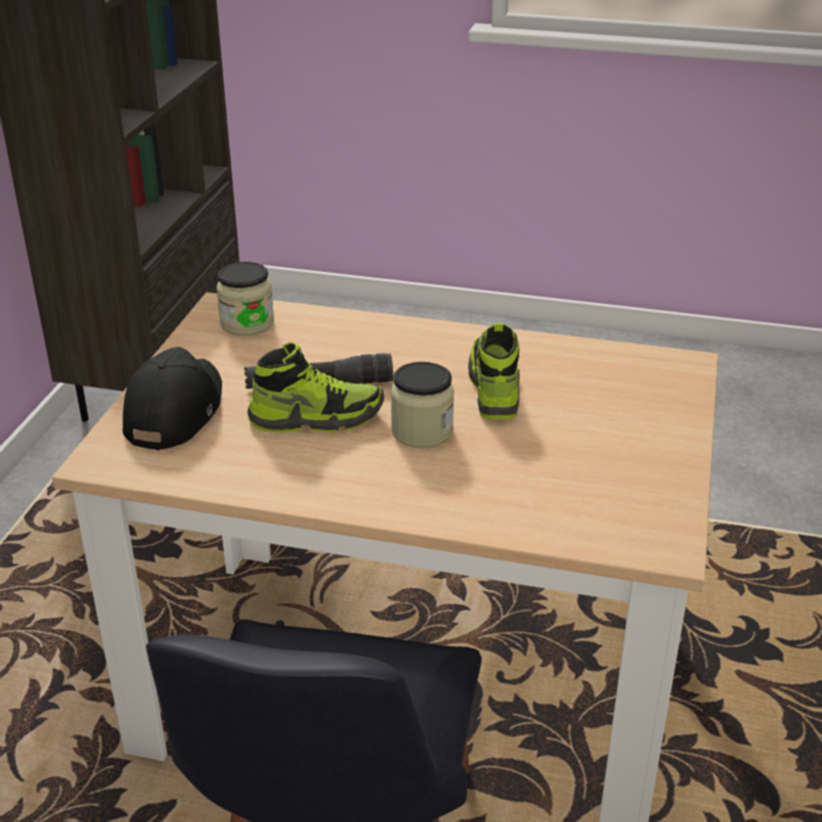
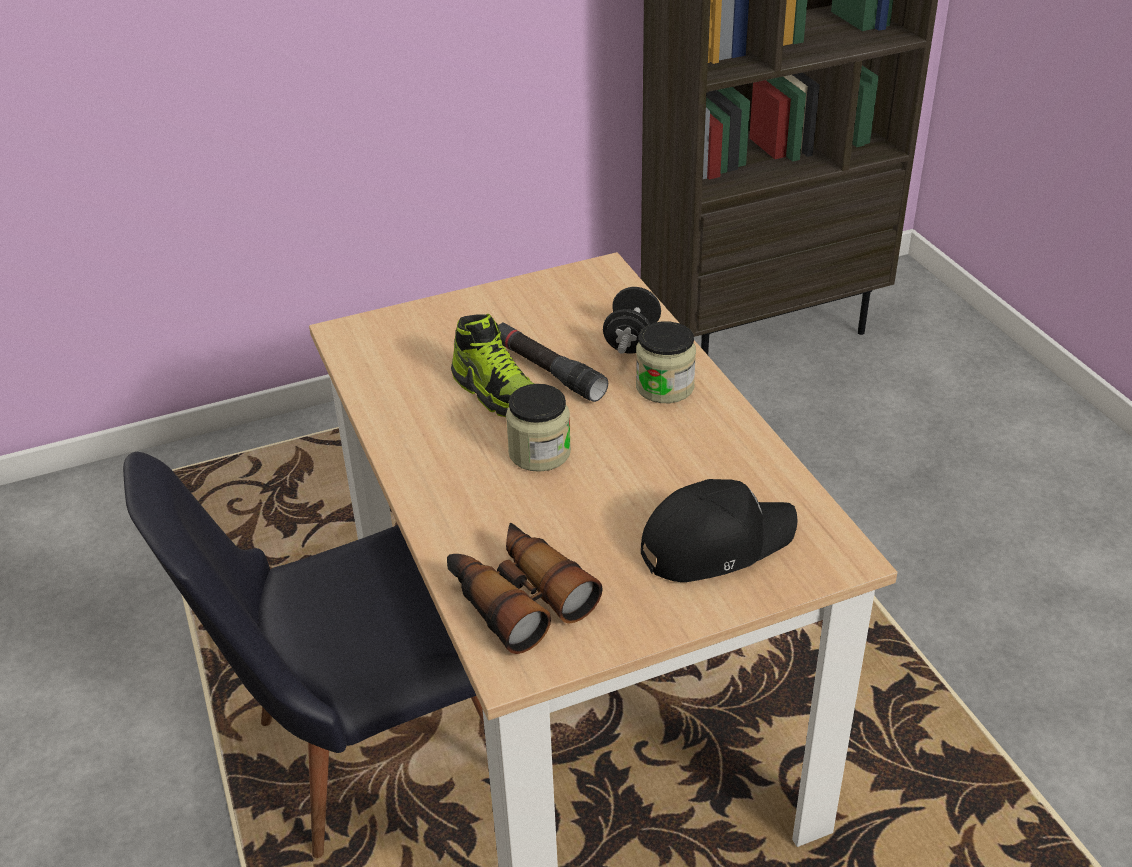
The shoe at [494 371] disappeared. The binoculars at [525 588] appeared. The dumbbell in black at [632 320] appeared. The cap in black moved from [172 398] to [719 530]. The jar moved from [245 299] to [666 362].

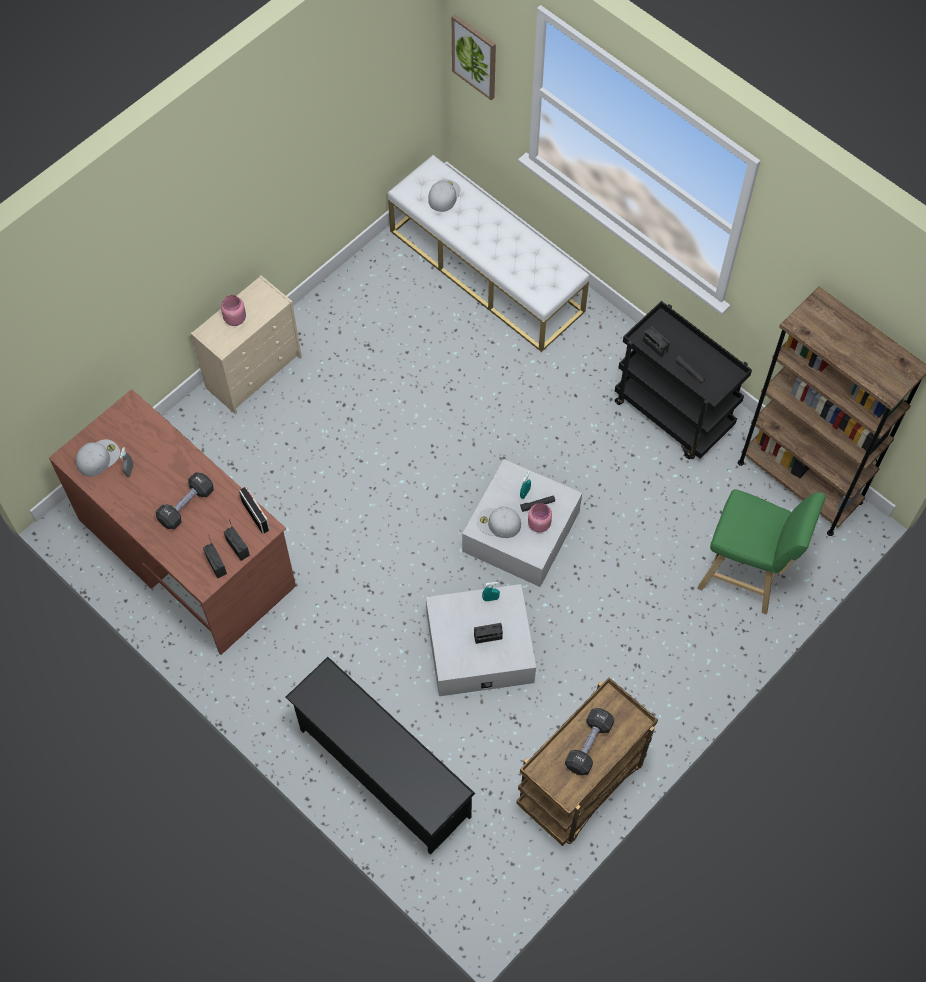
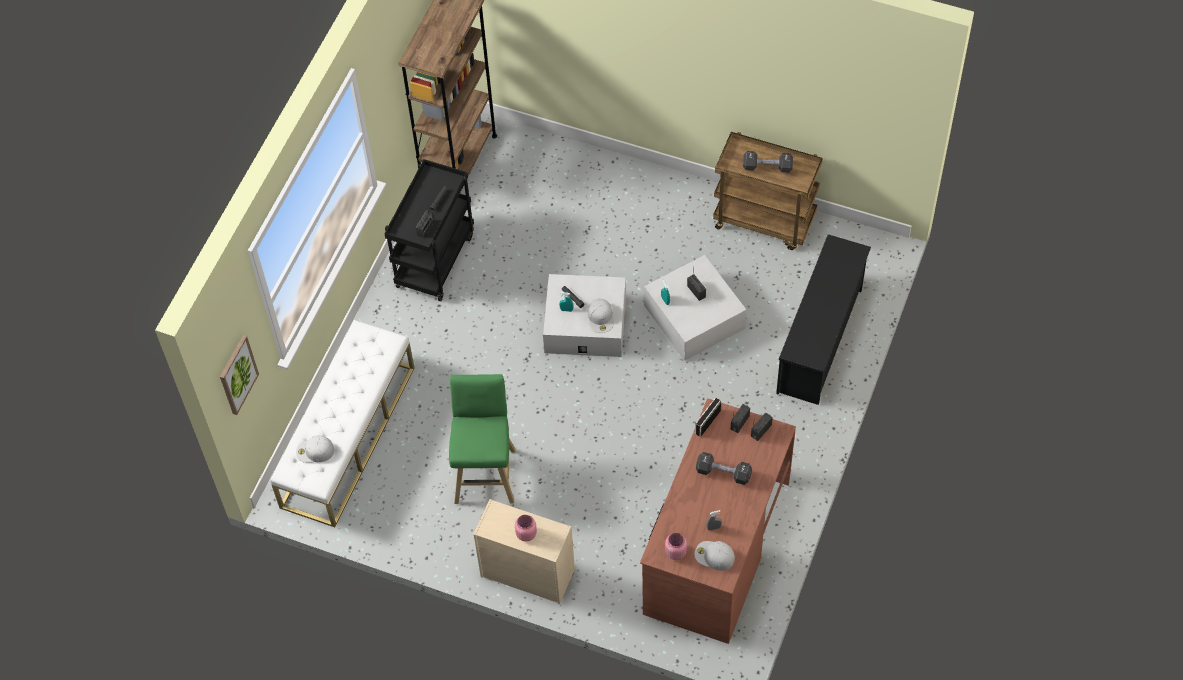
The jar in pink moved from [540 518] to [676 546]. The stool in green moved from [761 551] to [482 439].

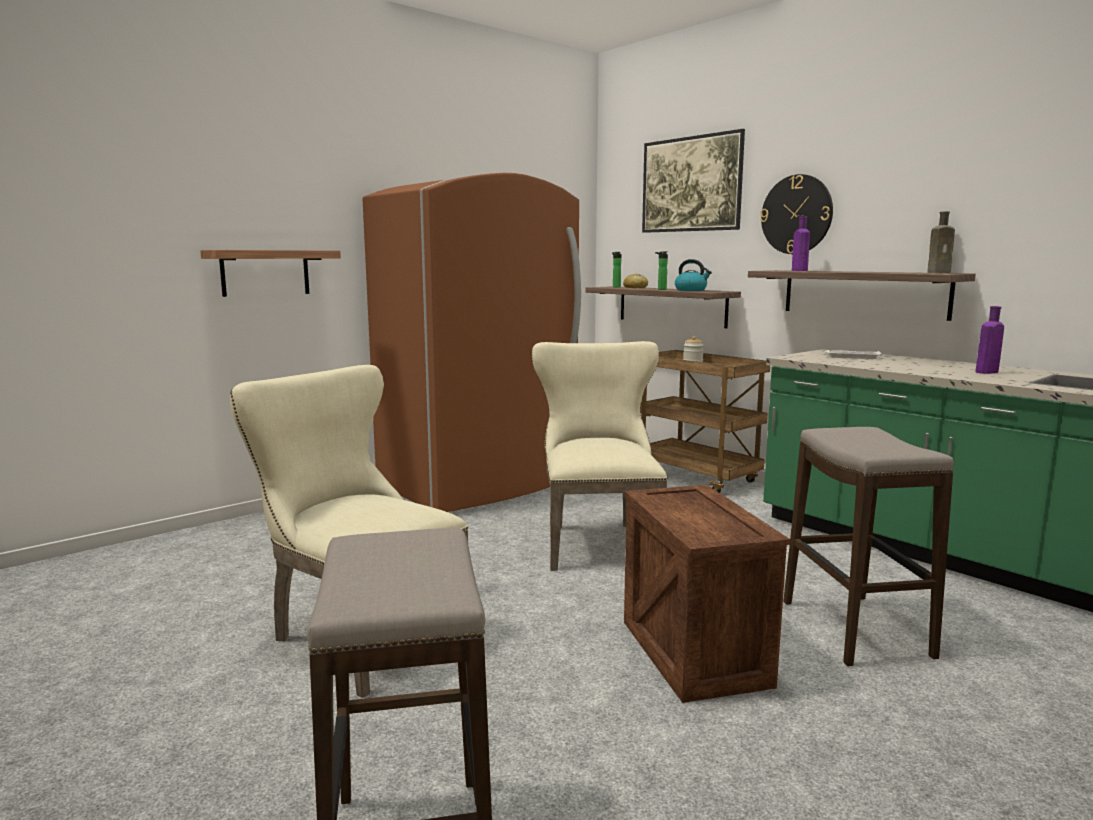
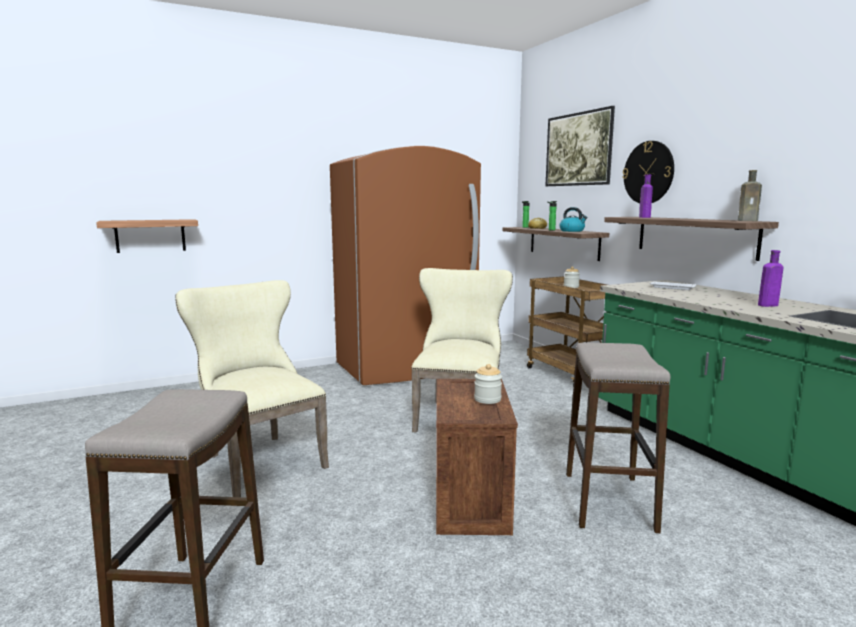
The jar at [488 384] appeared. The shelf moved from [270 273] to [147 236].

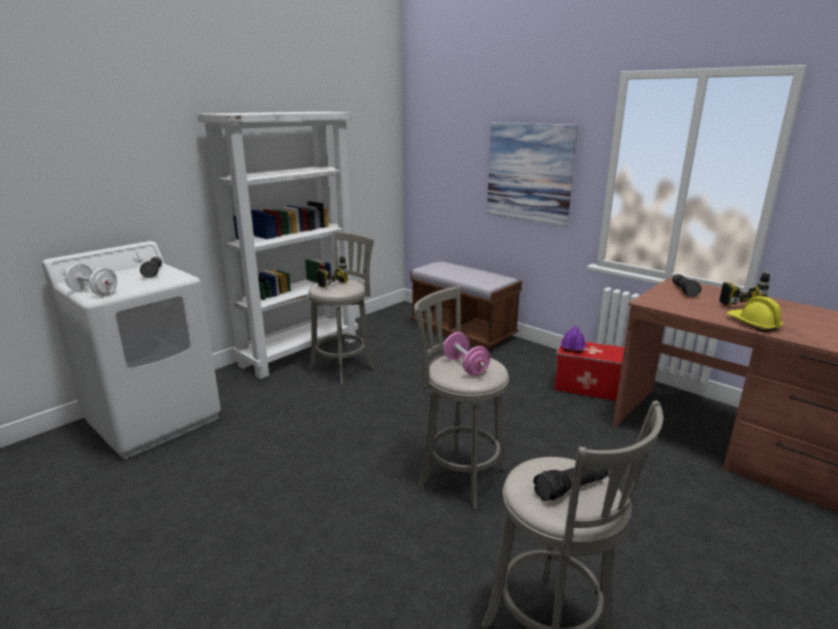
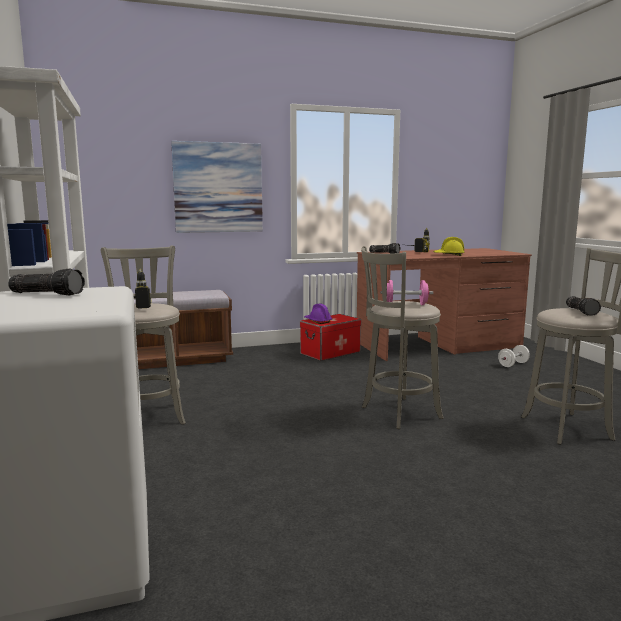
The dumbbell in white moved from [91 280] to [514 356].

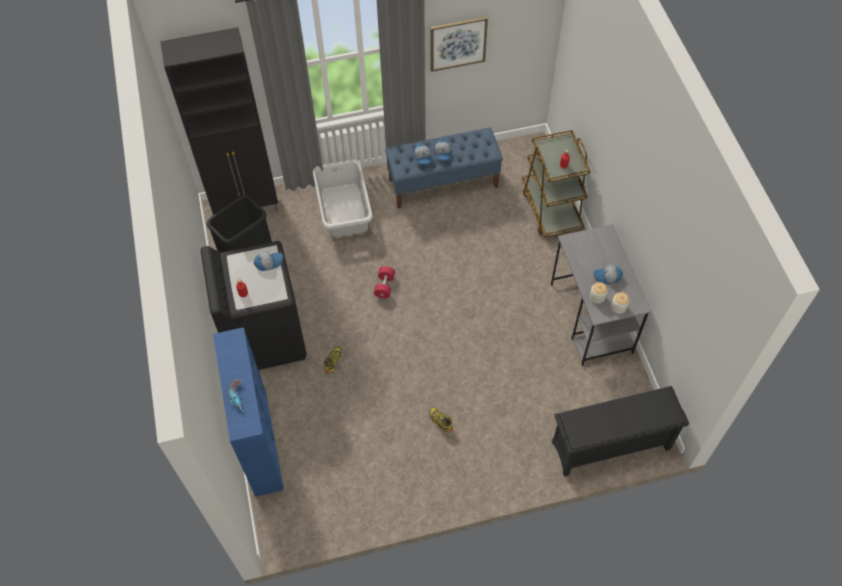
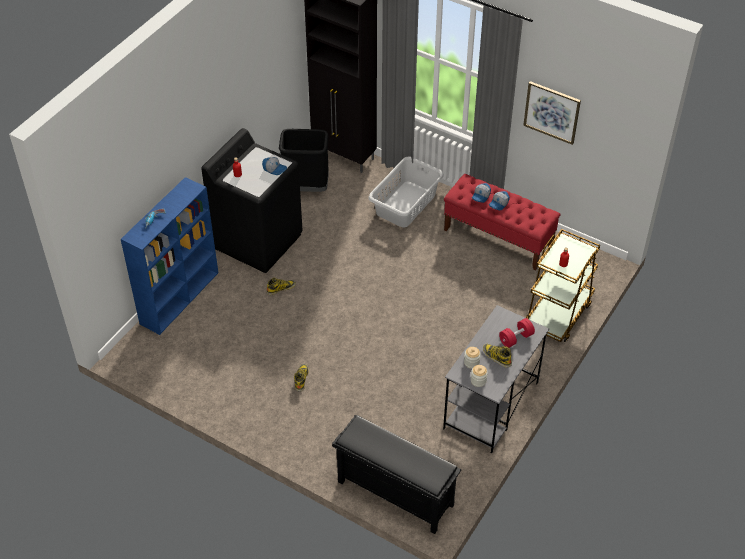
The dumbbell in red moved from [384 282] to [517 333]. The cap at [608 274] was replaced by the boot at [497 356]. The bench in blue at [444 168] became the bench in red at [502 222].

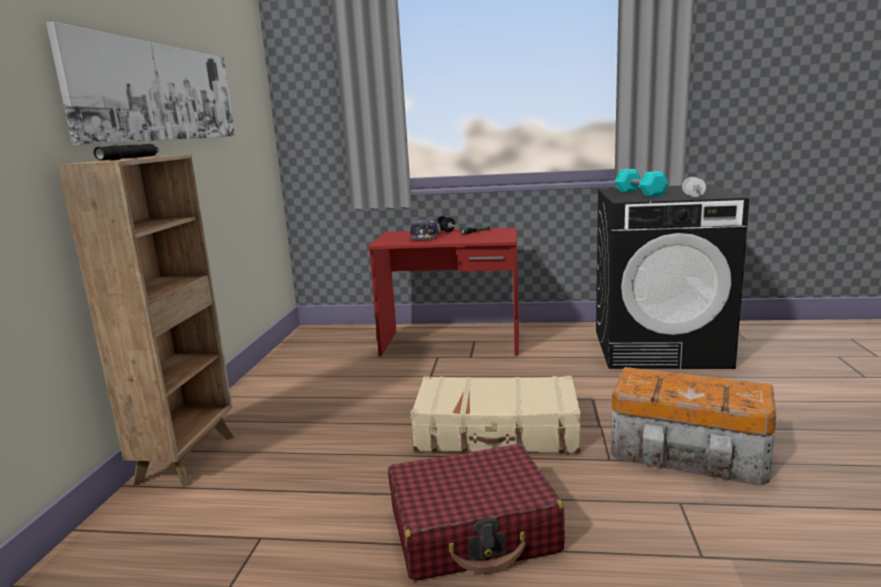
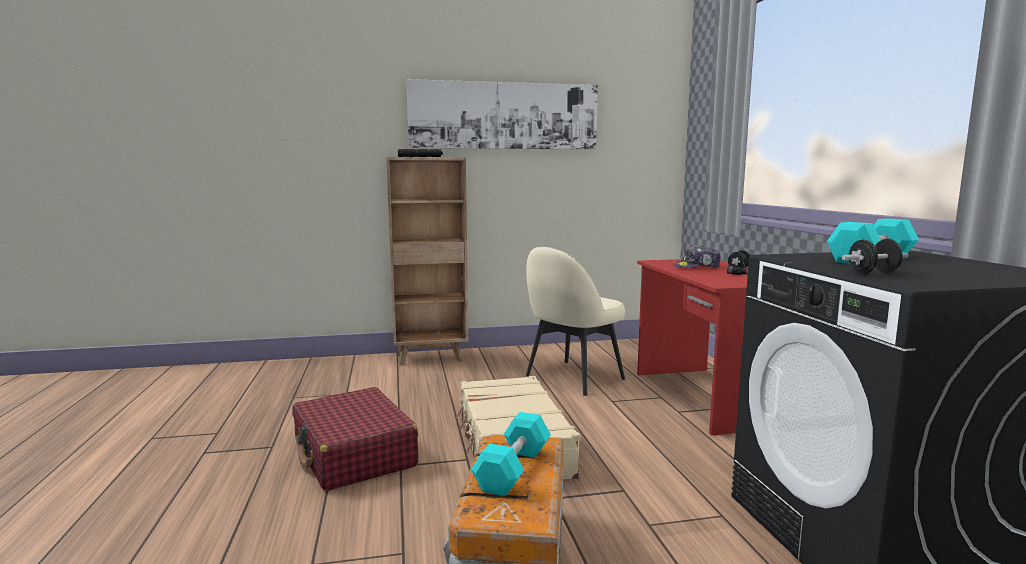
The dumbbell in turquoise at [511 454] appeared. The chair in beige at [575 321] appeared. The dumbbell in white at [694 187] became the dumbbell in black at [875 256].

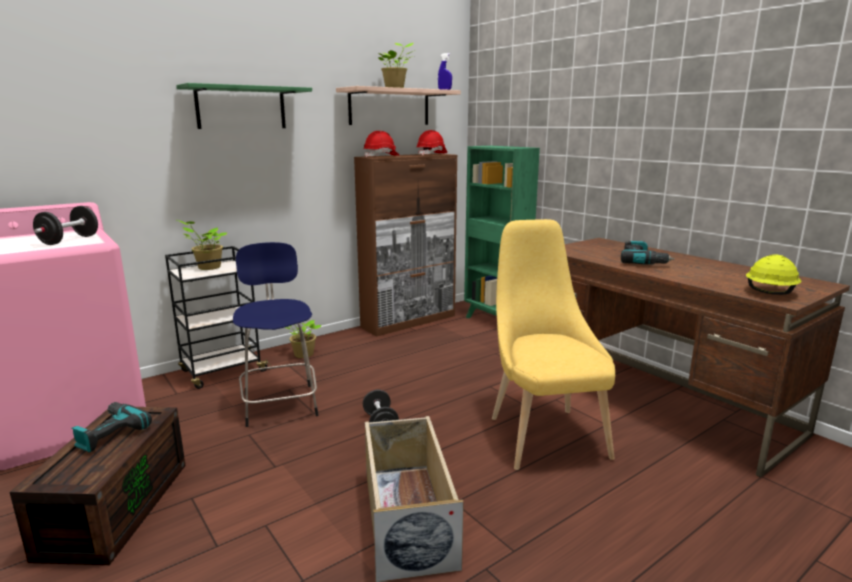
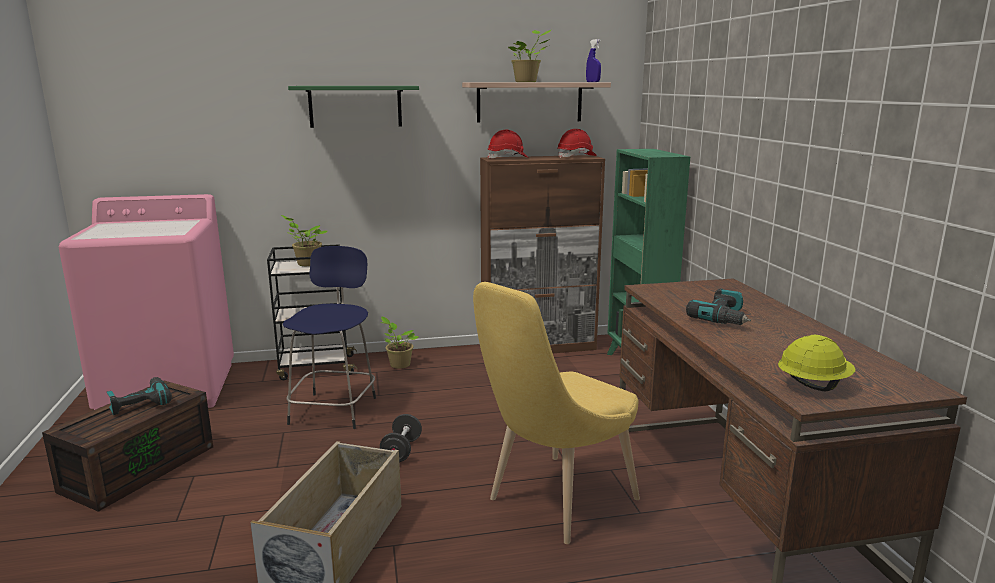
The dumbbell in black at [65 225] disappeared. The chair in yellow at [553 344] turned 150 degrees counterclockwise.

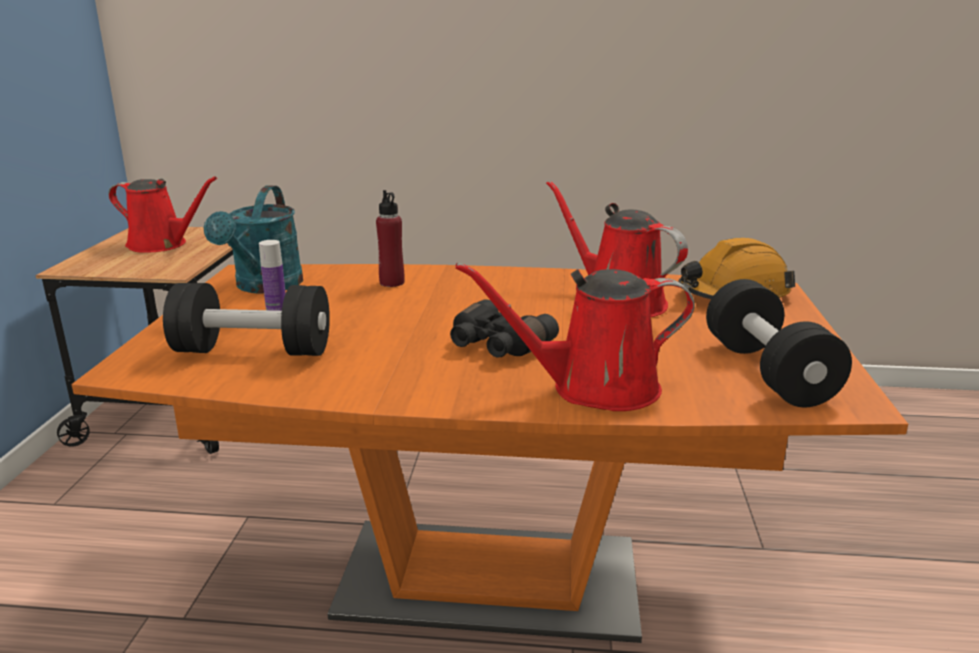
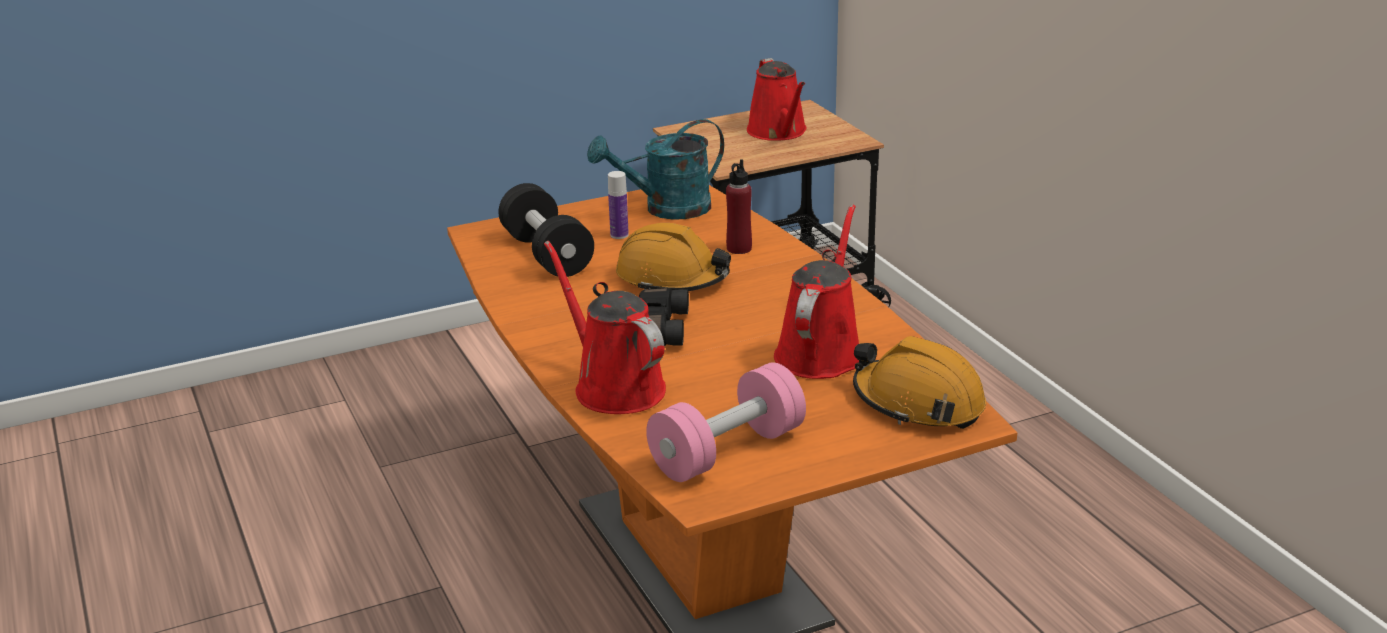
The hard hat in orange at [673 257] appeared. The dumbbell in black at [779 343] became the dumbbell in pink at [726 422].

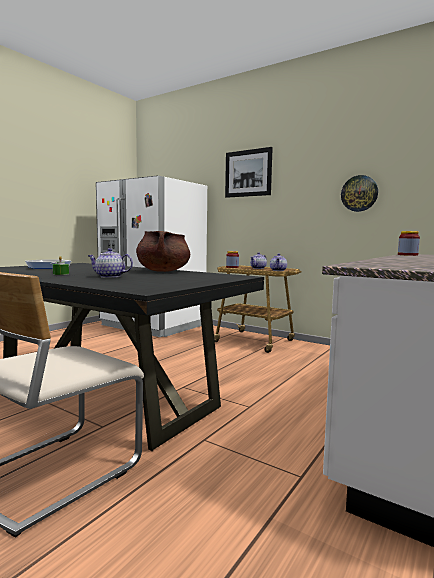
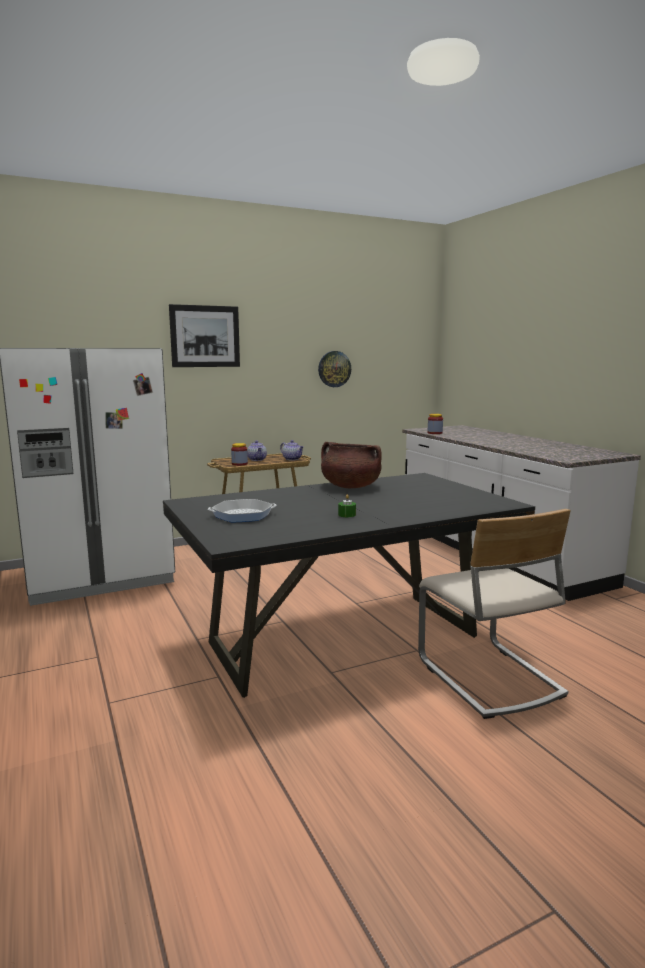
The teapot at [110 263] disappeared.

